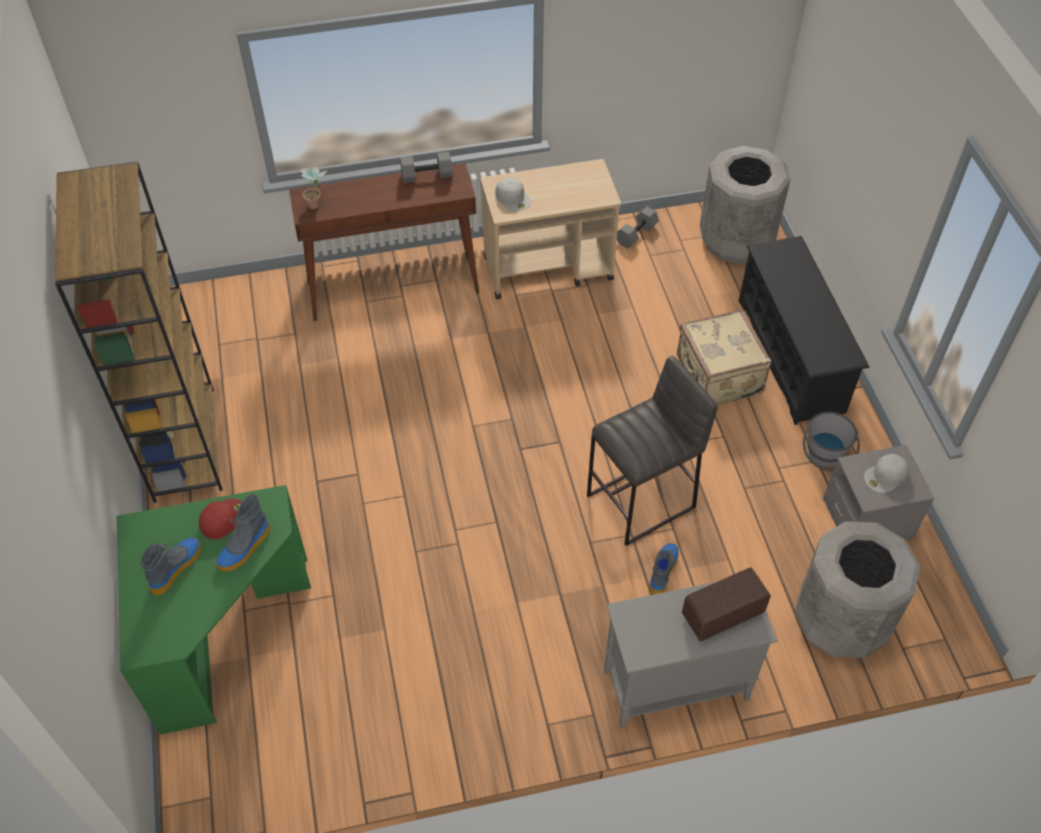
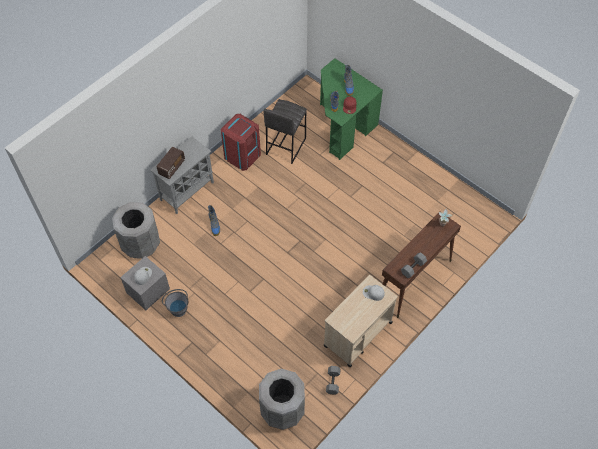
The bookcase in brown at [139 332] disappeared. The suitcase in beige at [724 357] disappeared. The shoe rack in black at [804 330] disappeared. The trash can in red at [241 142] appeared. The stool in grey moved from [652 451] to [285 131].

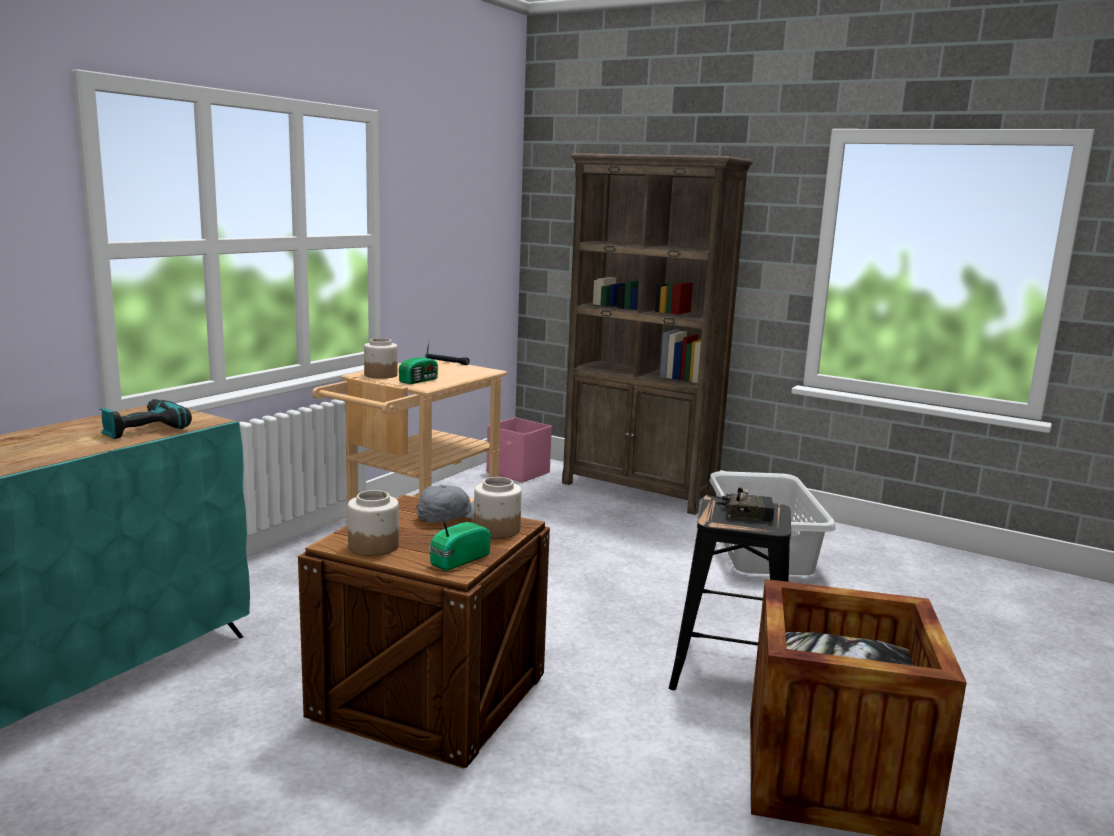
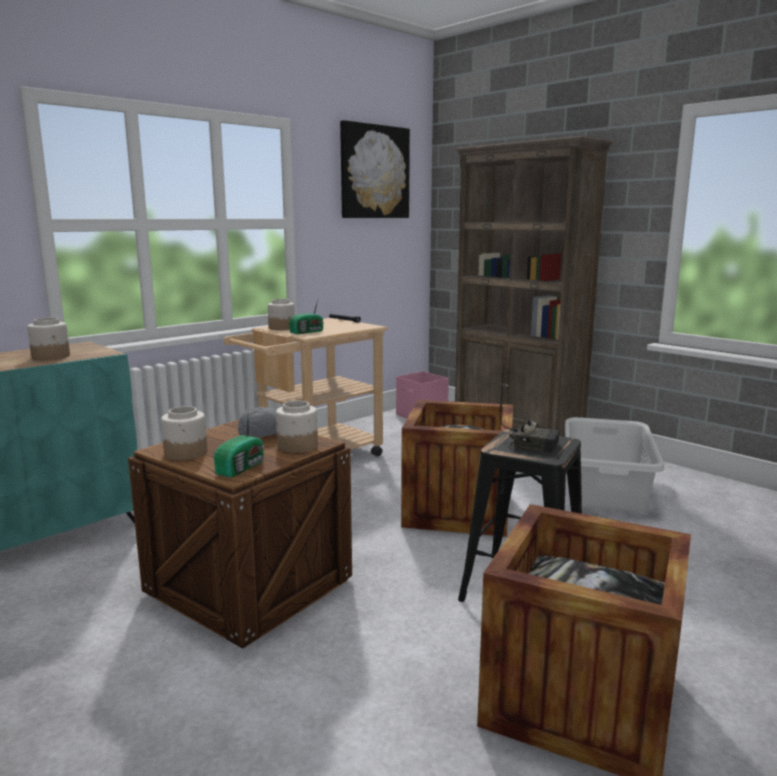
The picture at [375 169] appeared. The crate at [457 468] appeared. The power drill at [145 419] was replaced by the jar at [48 339]. The radio at [460 542] turned 150 degrees clockwise.

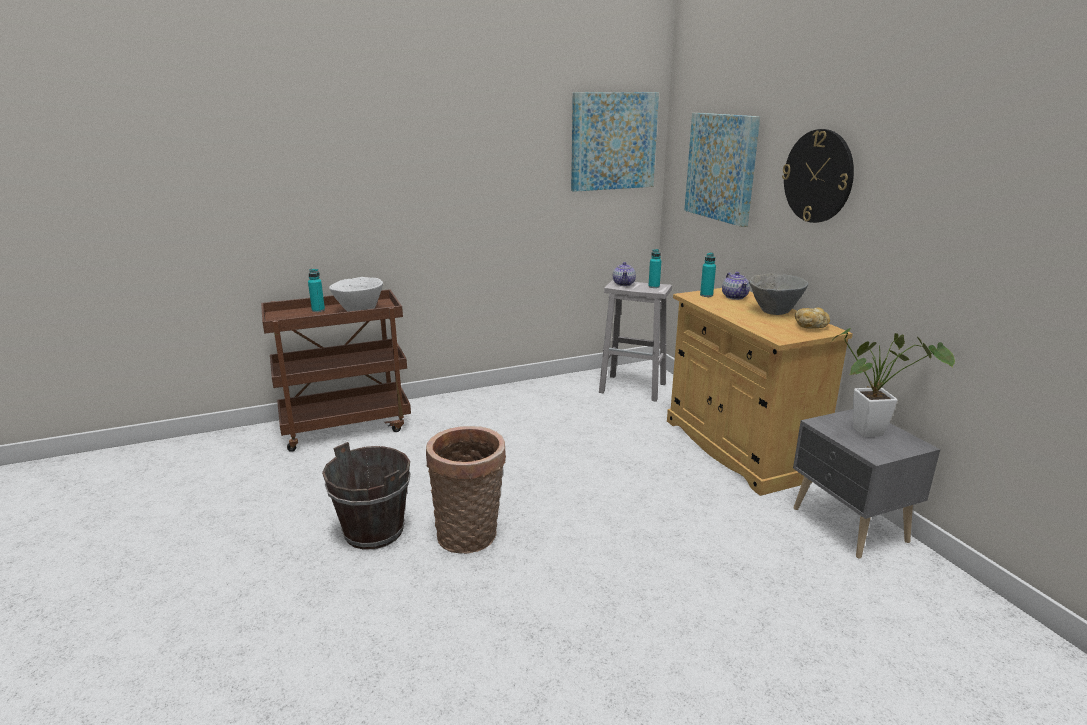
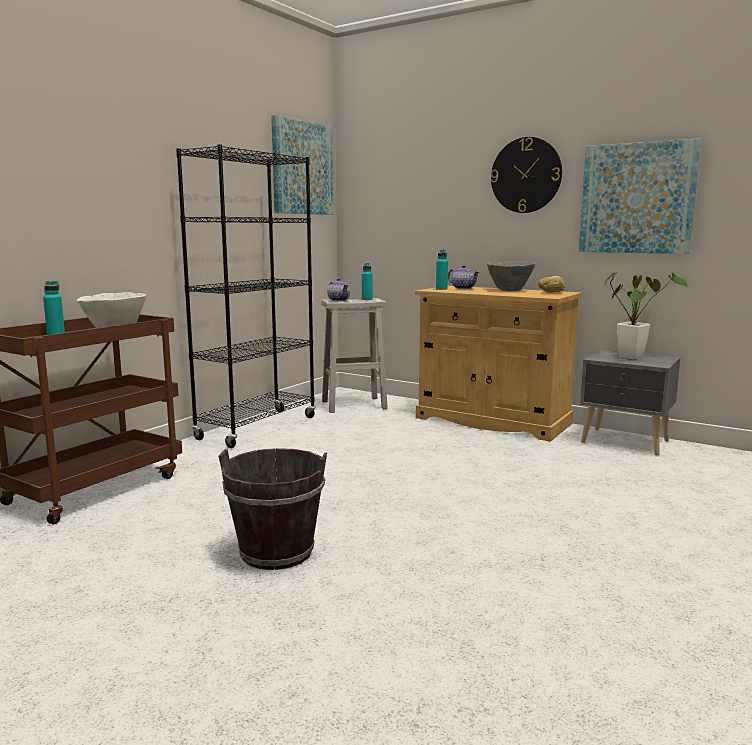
The basket at [466 490] disappeared. The bookcase in black at [246 296] appeared. The picture moved from [722 170] to [640 196].

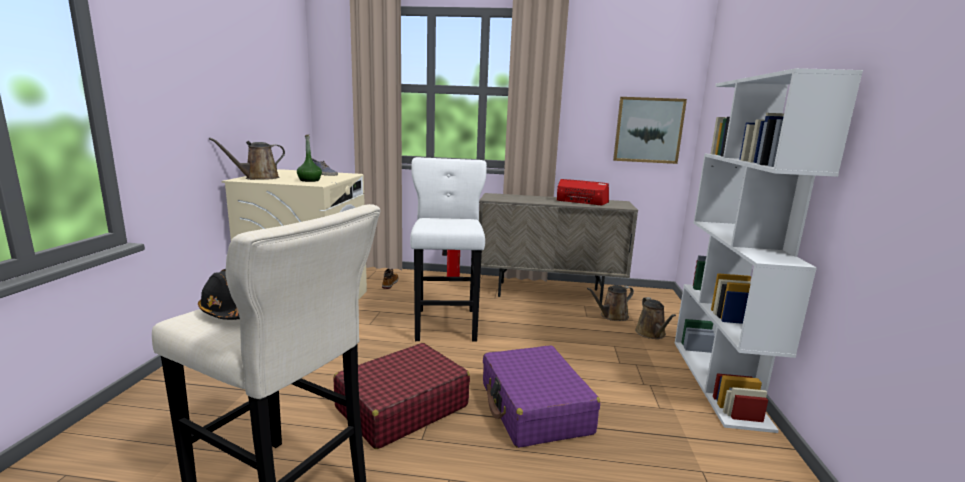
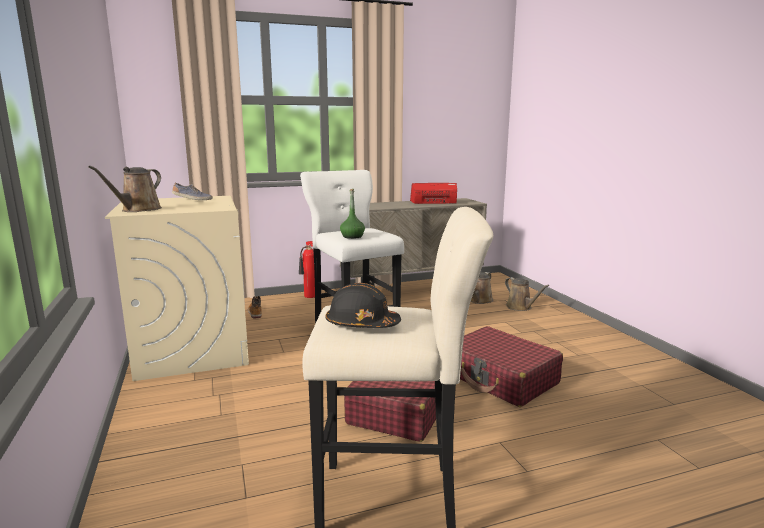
The picture at [650 130] disappeared. The bookcase in white at [769 250] disappeared. The bottle in green moved from [309 158] to [352 214]. The suitcase in purple at [541 396] became the suitcase in red at [511 366].

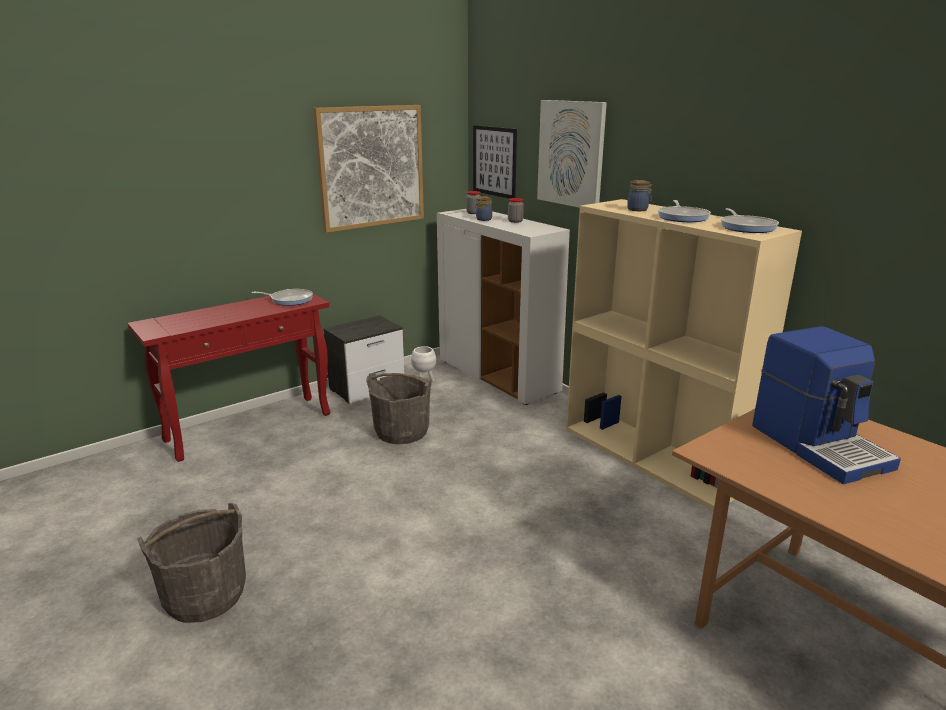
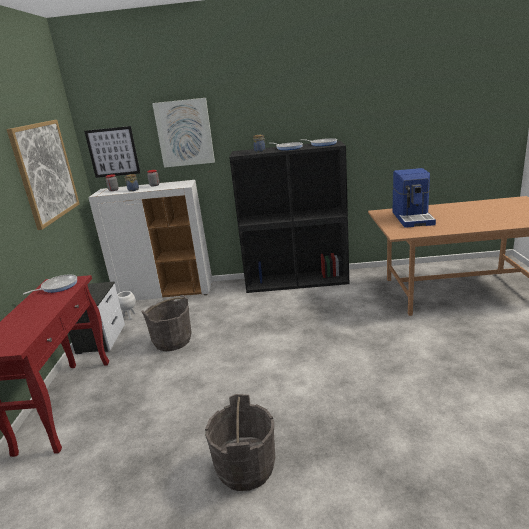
The bookcase in beige at [684 355] became the bookcase in black at [289 217]. The coffee machine at [826 405] turned 75 degrees clockwise.

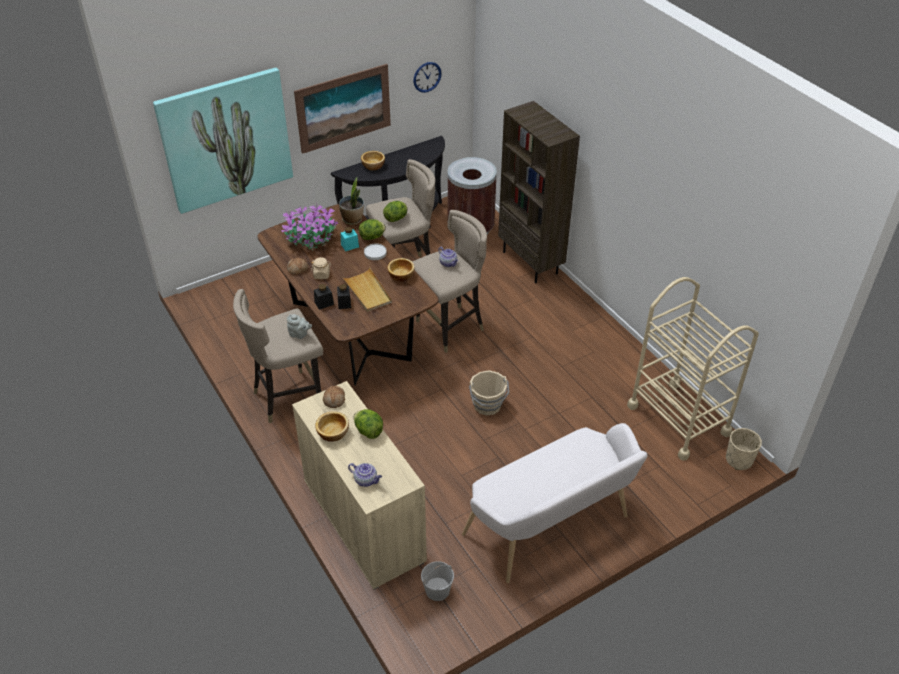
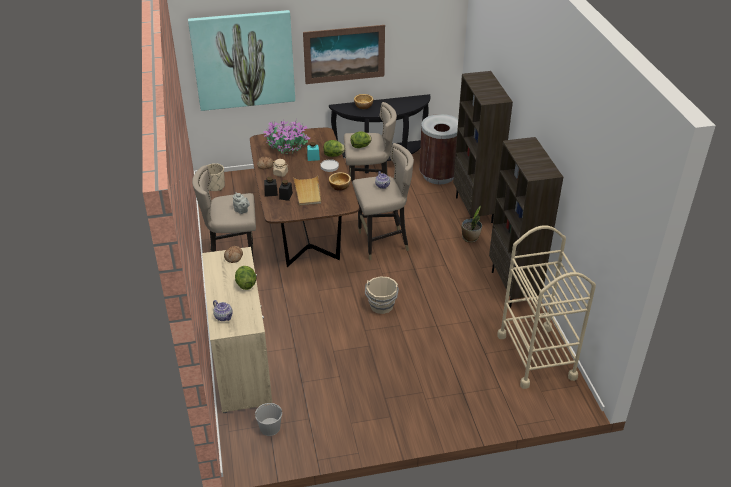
The bowl at [332 426] disappeared. The wall clock at [427 77] disappeared. The bench in white at [555 503] disappeared. The bookcase in brown at [526 222] appeared. The potted plant moved from [351 201] to [472 224]. The planter in beige moved from [744 449] to [215 177].

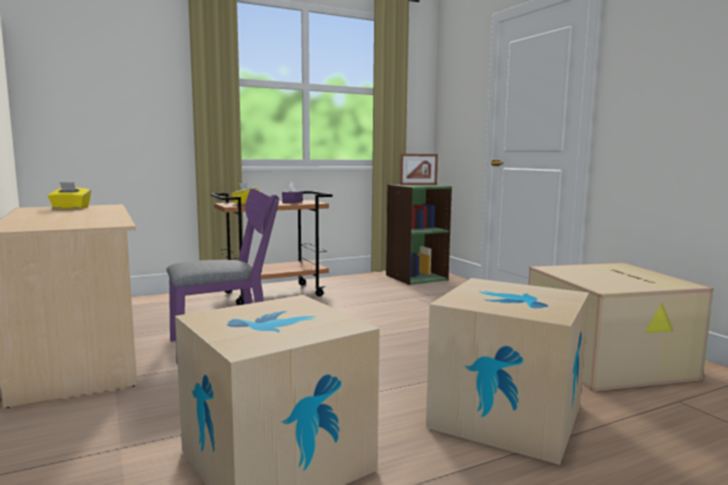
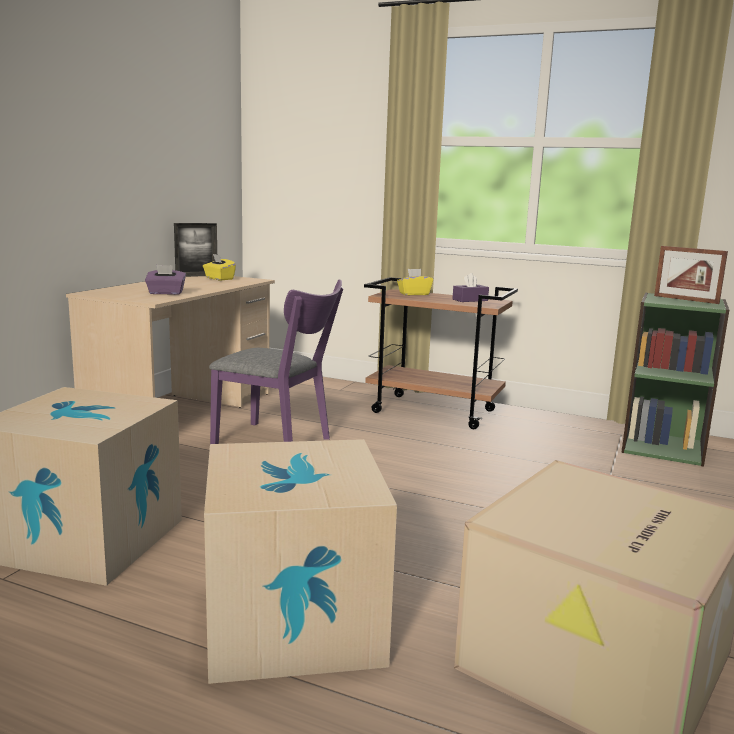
The tissue box in purple at [165 280] appeared. The picture frame at [195 250] appeared.

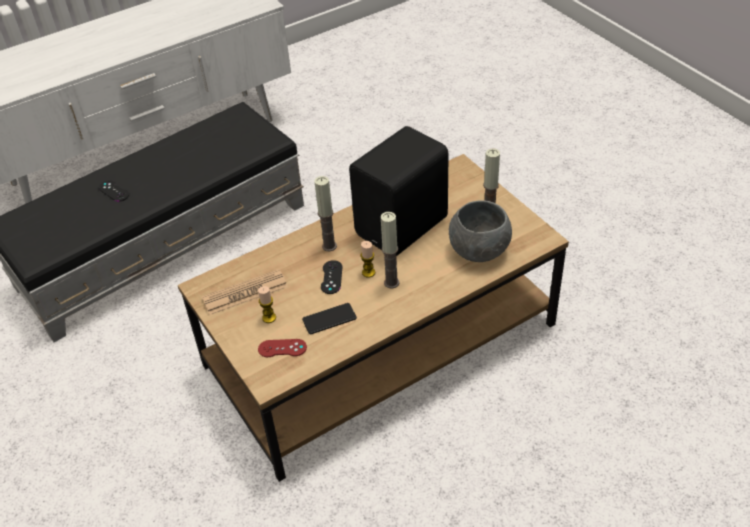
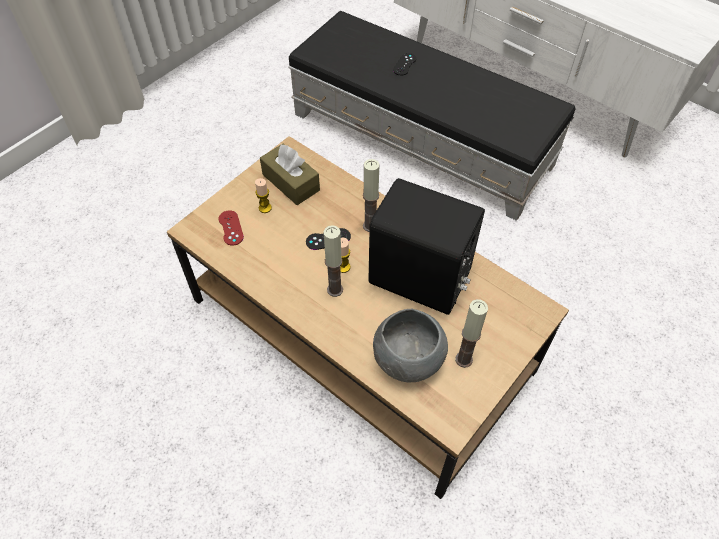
The phone at [329 318] disappeared. The newspaper at [245 292] was replaced by the tissue box in brown at [290 174].

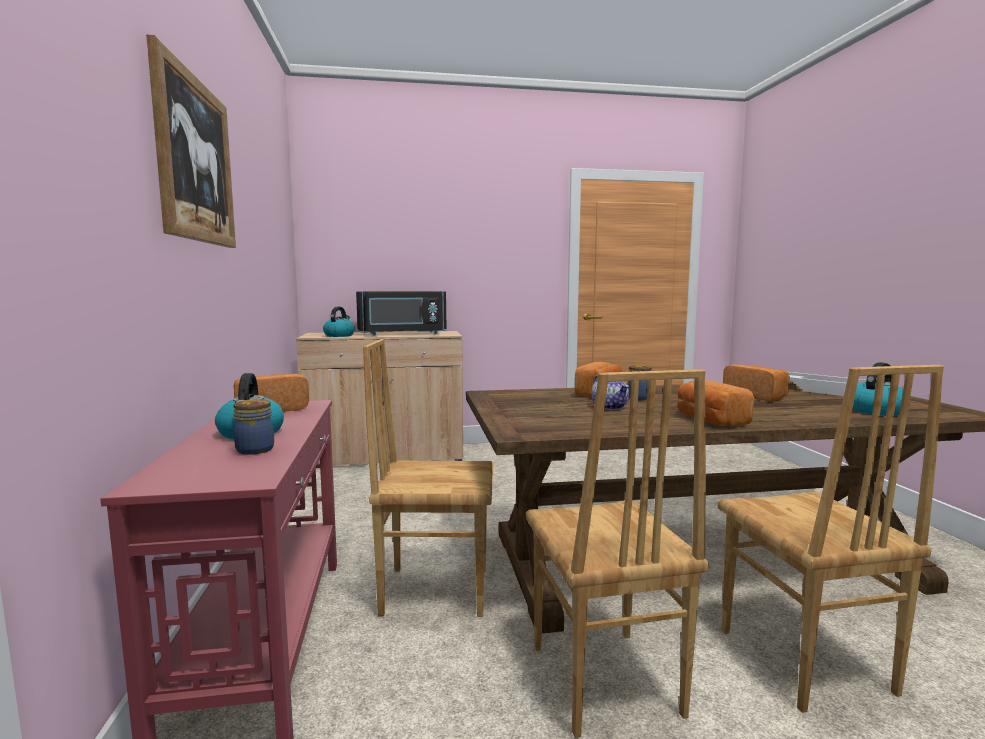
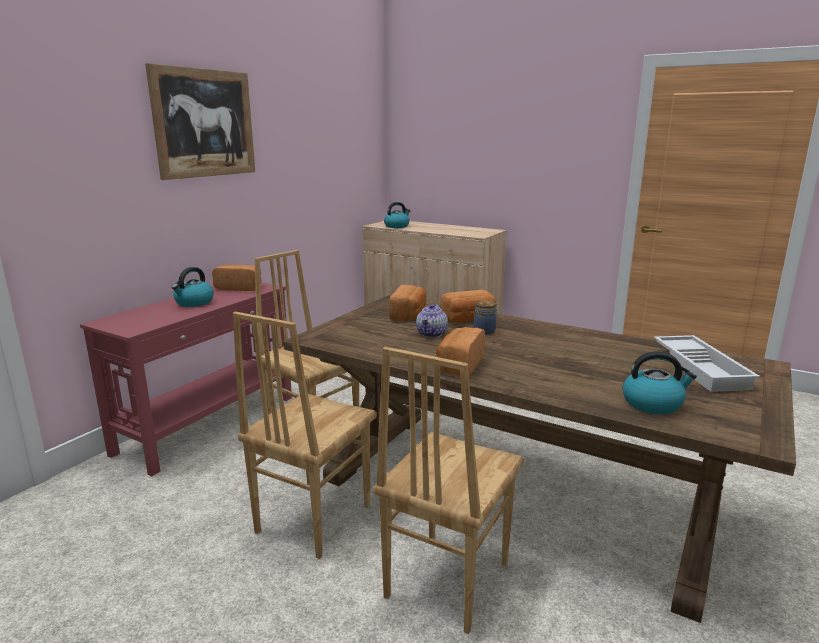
The jar at [254 427] disappeared. The microwave in black at [401 313] disappeared. The bread moved from [756 382] to [407 303].

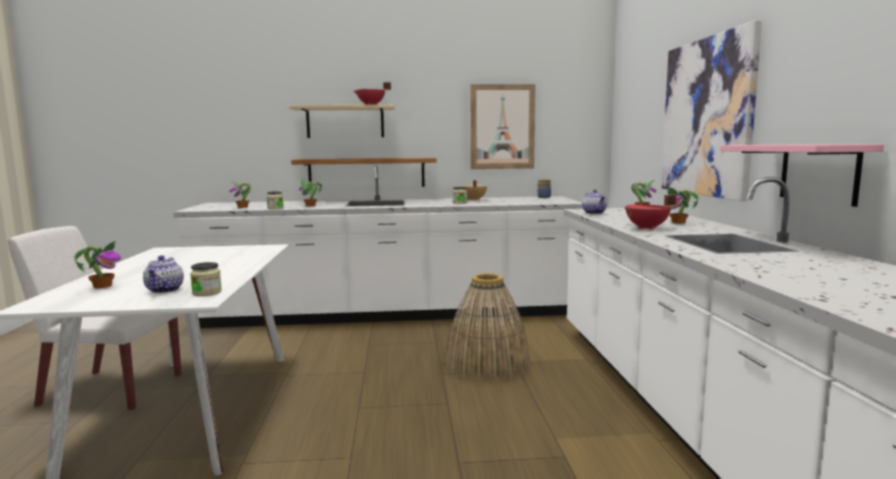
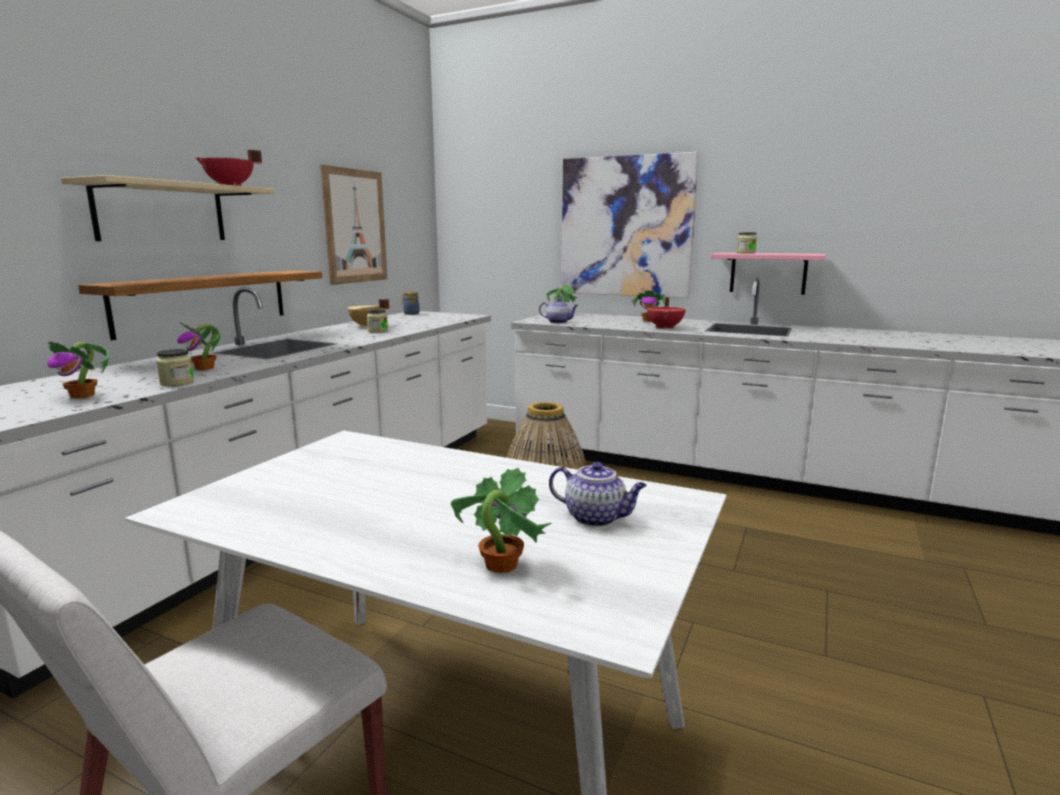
The jar moved from [206 279] to [746 242].

